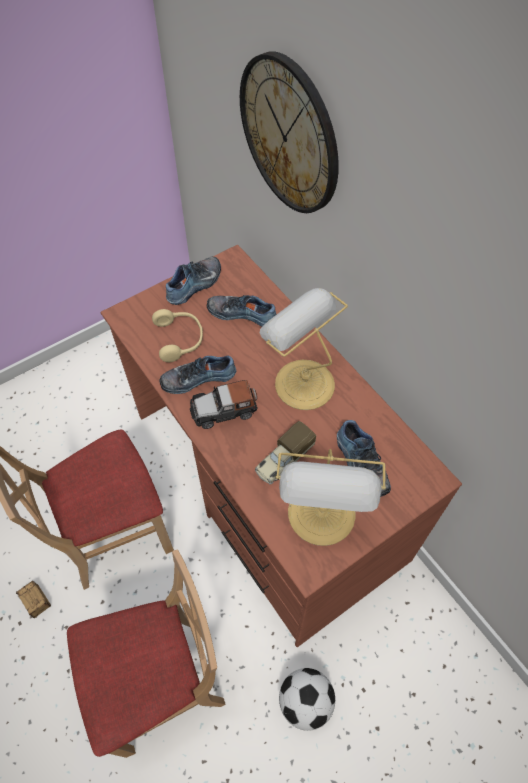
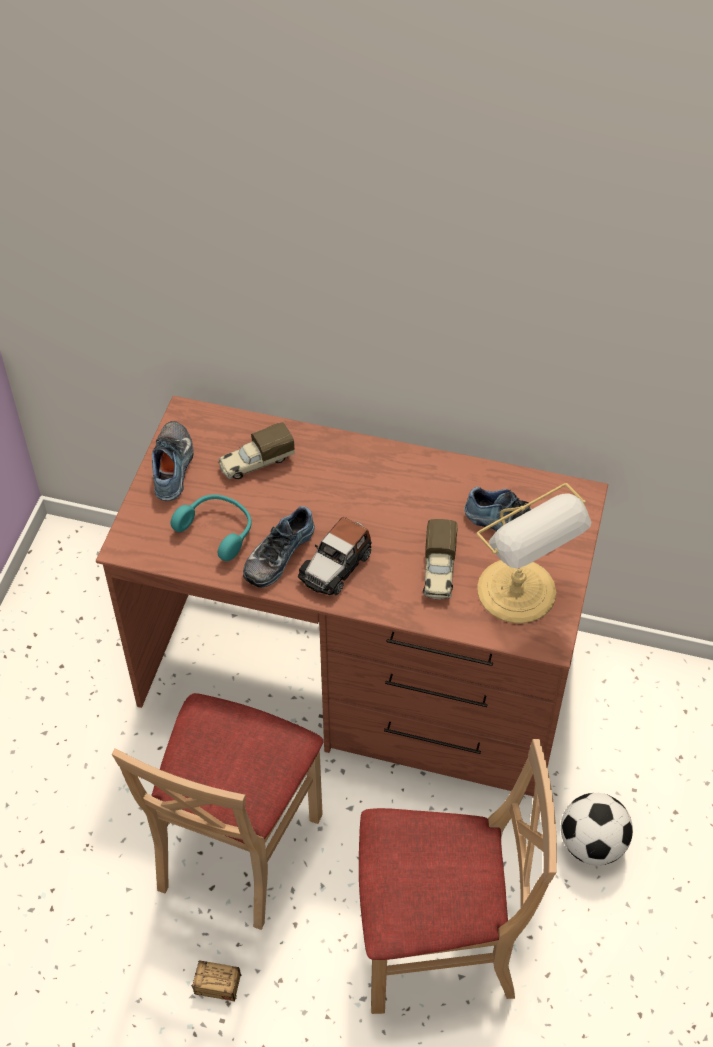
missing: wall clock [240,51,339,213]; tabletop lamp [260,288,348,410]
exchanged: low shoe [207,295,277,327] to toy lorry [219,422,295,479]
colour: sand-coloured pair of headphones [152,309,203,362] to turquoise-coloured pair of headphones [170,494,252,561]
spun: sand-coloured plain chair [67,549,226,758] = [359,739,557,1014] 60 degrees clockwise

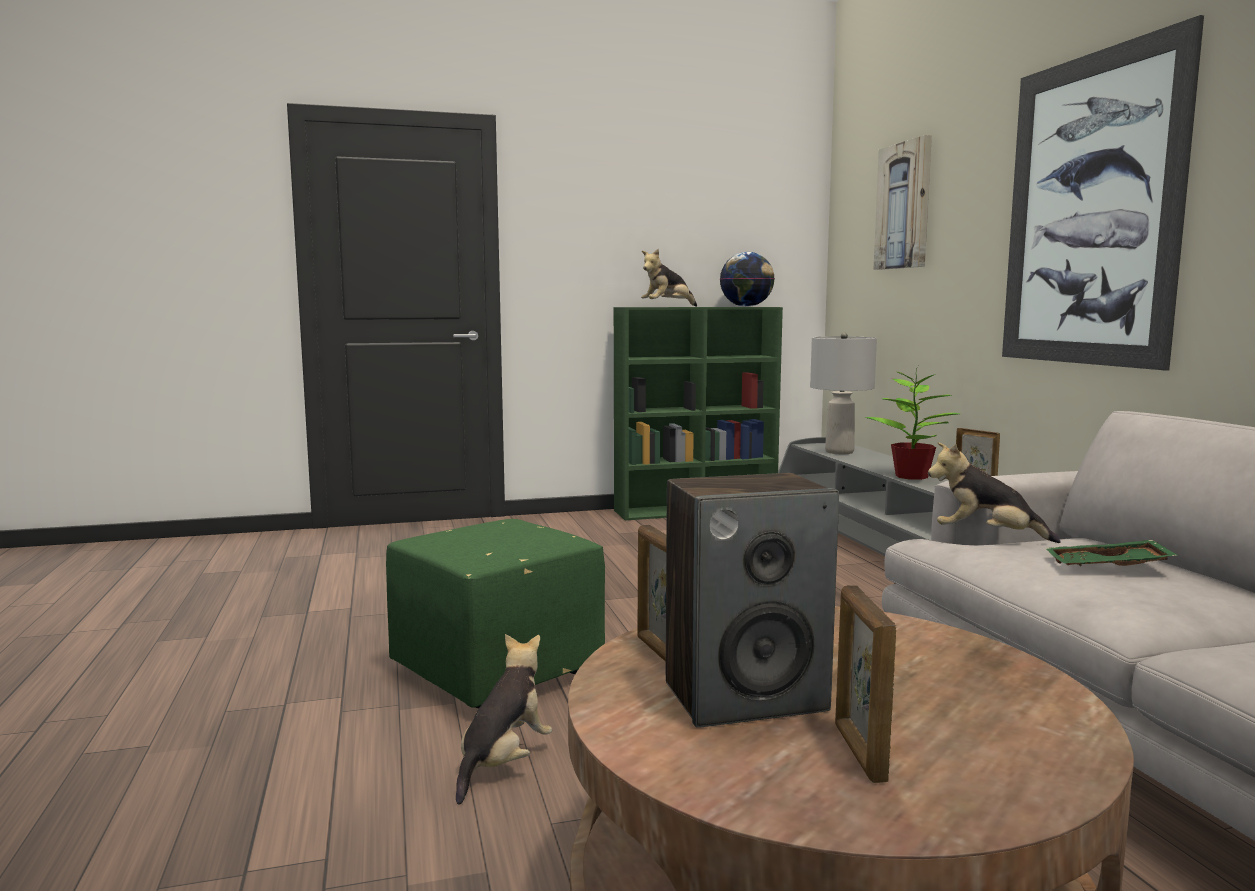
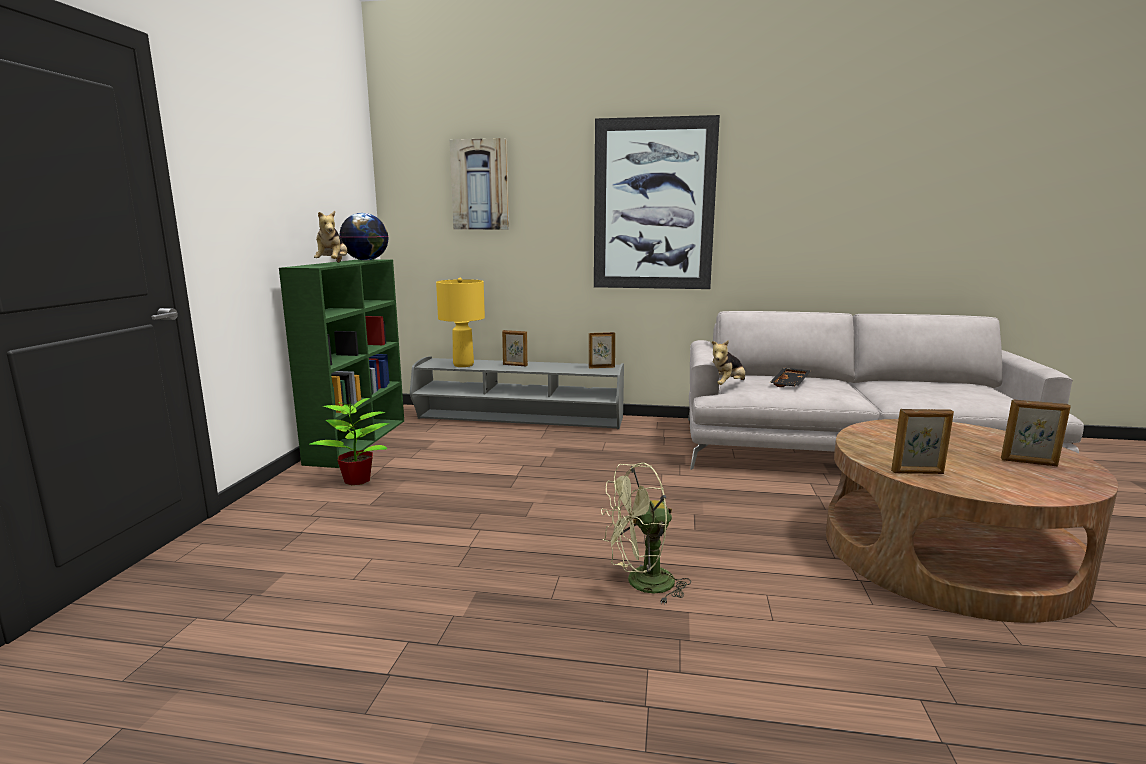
missing: plush toy [456,634,552,805]; speaker [666,473,839,728]
appeared: photo frame [502,330,528,366]
relocated: houseplant [865,366,960,480] to [309,395,389,485]
exchanged: greenish footrest [386,519,605,708] to greenish cooling fan [601,463,691,605]
colour: greyish tabletop lamp [810,333,877,454] to yellow tabletop lamp [436,278,485,367]; greenish serving tray [1045,540,1179,566] to blackish serving tray [769,368,810,387]

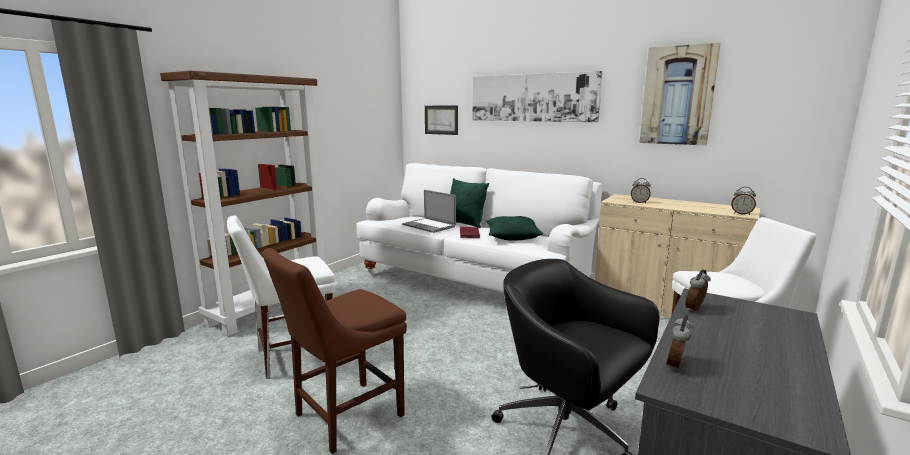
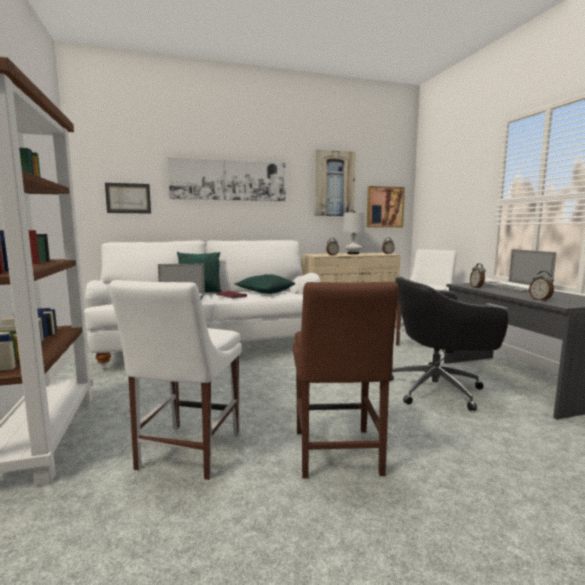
appeared: whitish tabletop lamp [342,211,366,254]; picture [367,186,405,227]; notebook computer [483,249,556,292]

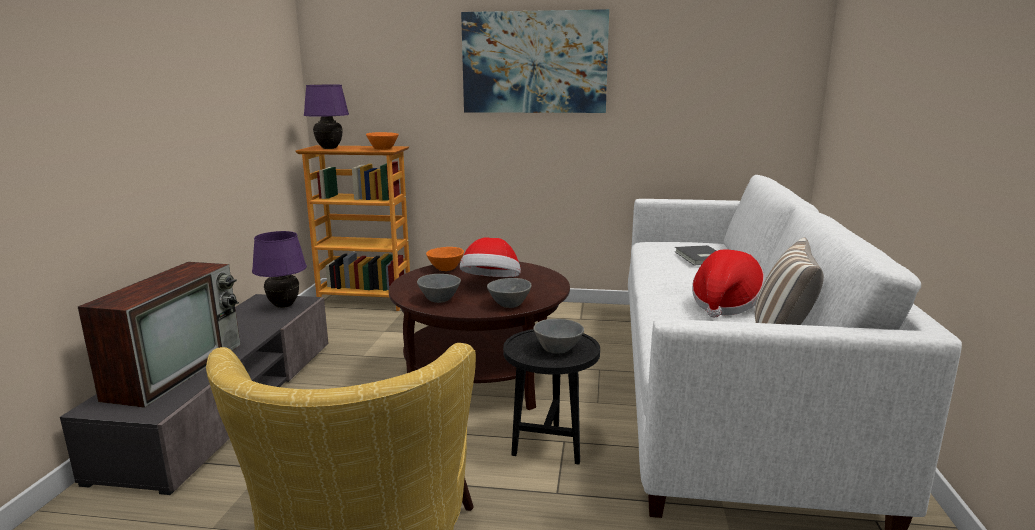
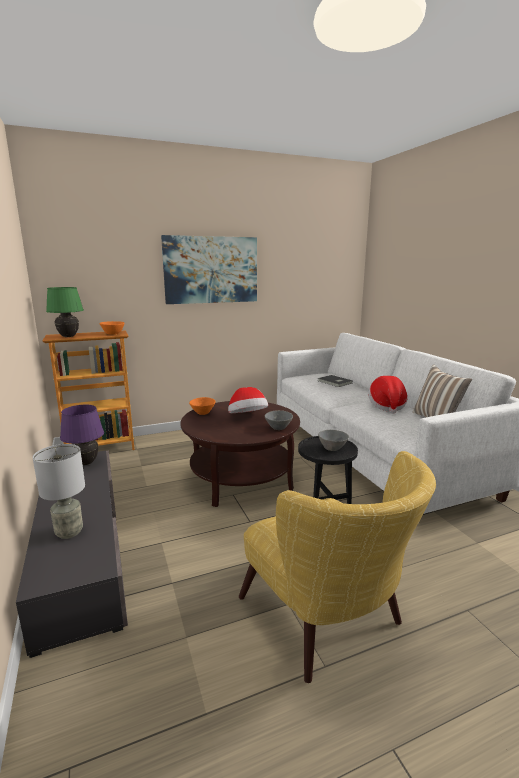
missing: greyish bowl [417,274,461,303]
exchanged: TV [78,262,240,408] to greyish tabletop lamp [33,444,85,539]
colour: purple tabletop lamp [304,85,349,149] to greenish tabletop lamp [46,287,84,337]

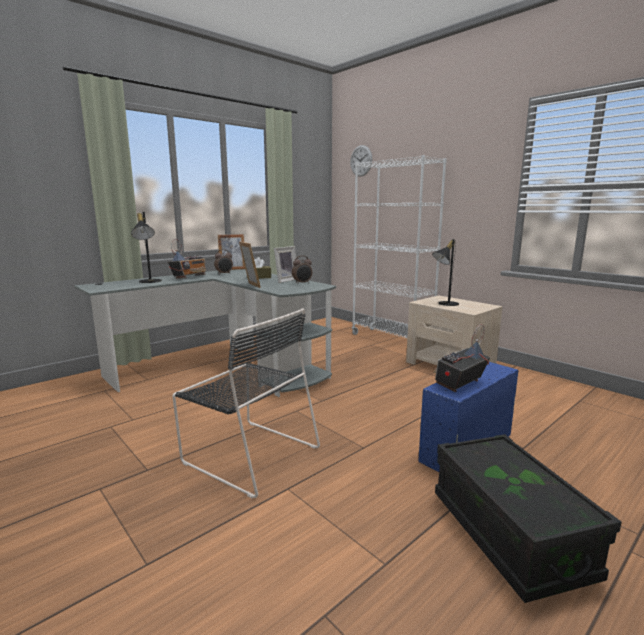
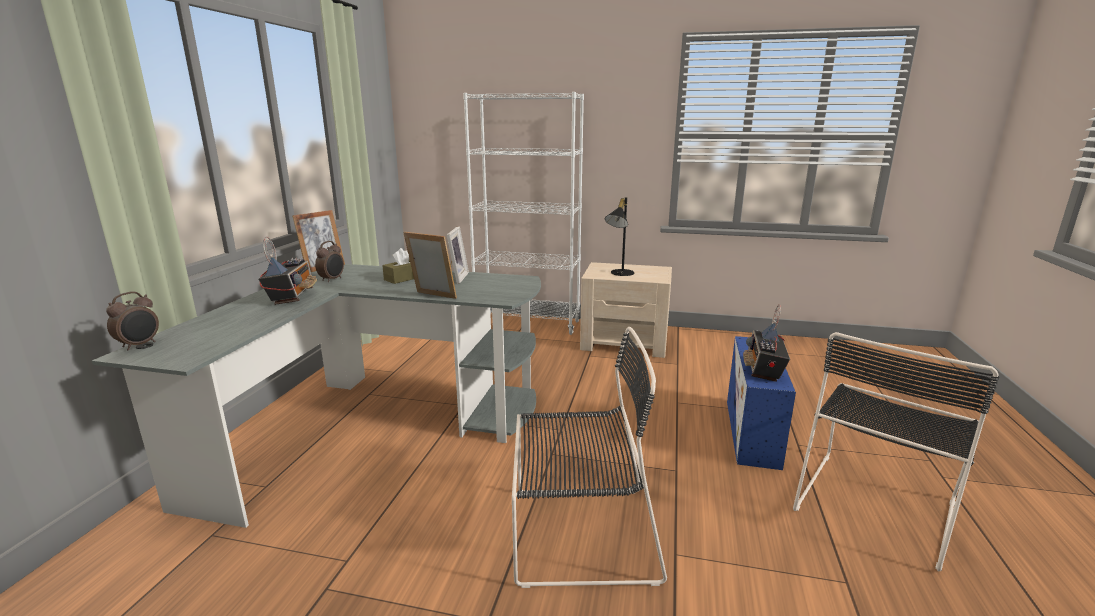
missing: blackish tabletop lamp [131,212,162,283]; wall clock [350,145,372,177]
relocated: table clock [292,255,312,284] to [106,292,159,350]
exchanged: blackish storage container [435,434,622,603] to blackish plain chair [793,332,999,571]

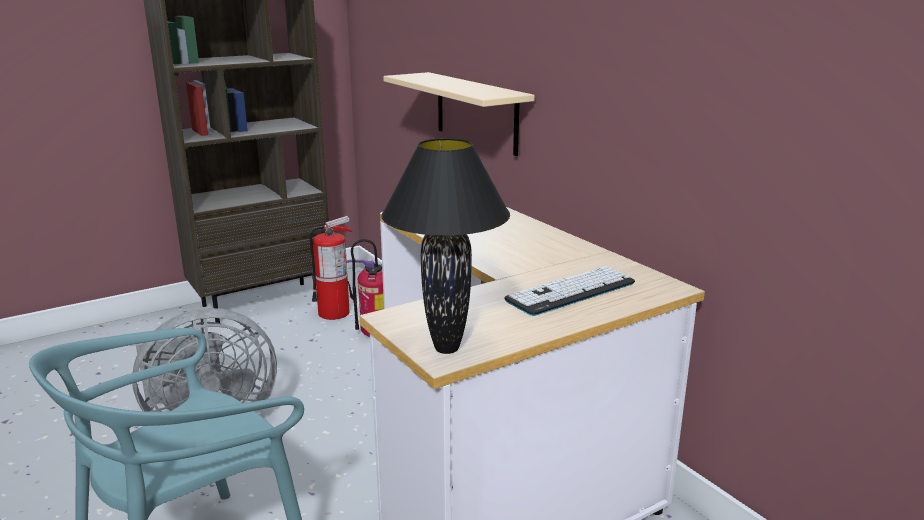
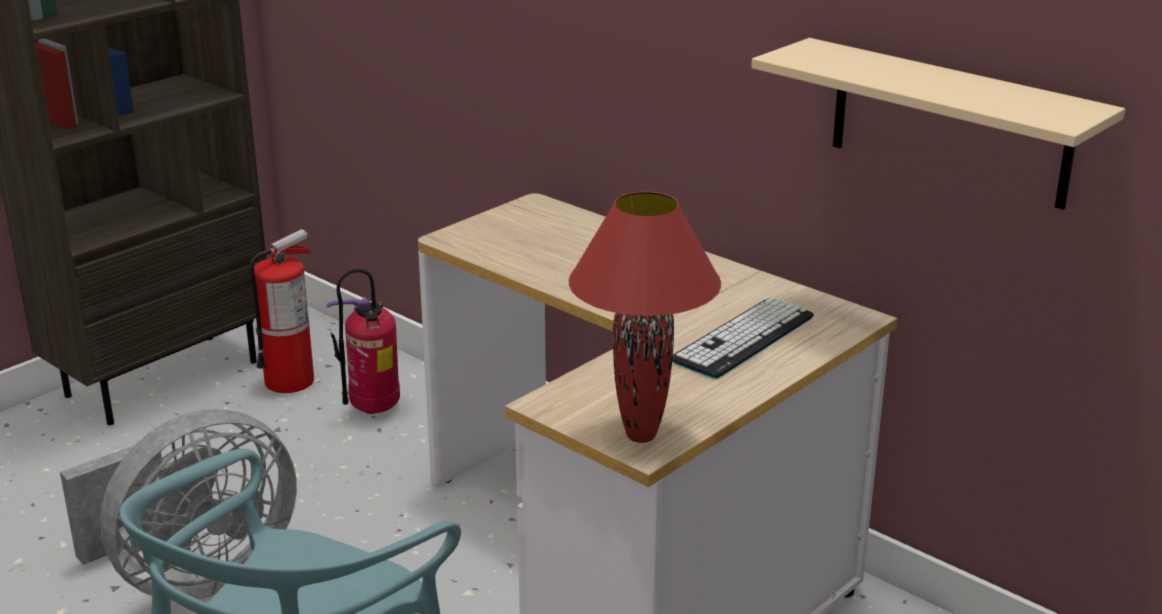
relocated: sand-coloured shelf [383,72,535,156] to [751,38,1125,210]
colour: blackish tabletop lamp [381,138,510,354] to red tabletop lamp [568,191,721,443]

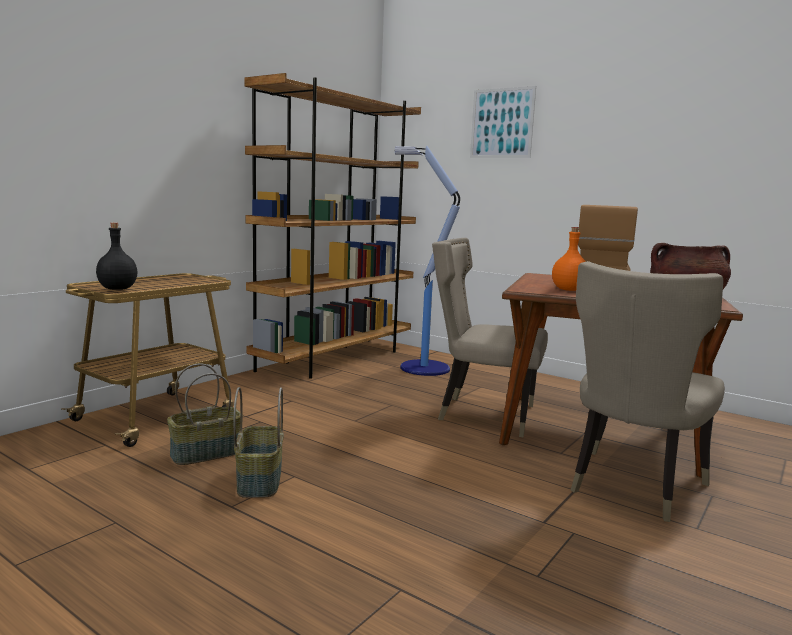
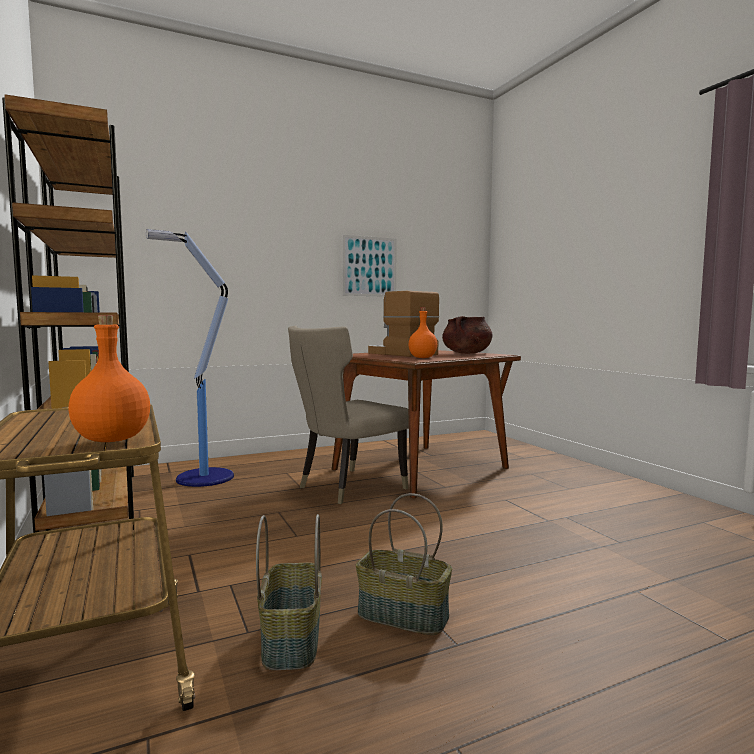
missing: sand-coloured plain chair [570,261,725,522]
relocated: picture [470,86,536,158] to [342,235,397,297]
colour: blackish beverage bottle [96,223,137,290] to orange-coloured beverage bottle [68,315,150,442]

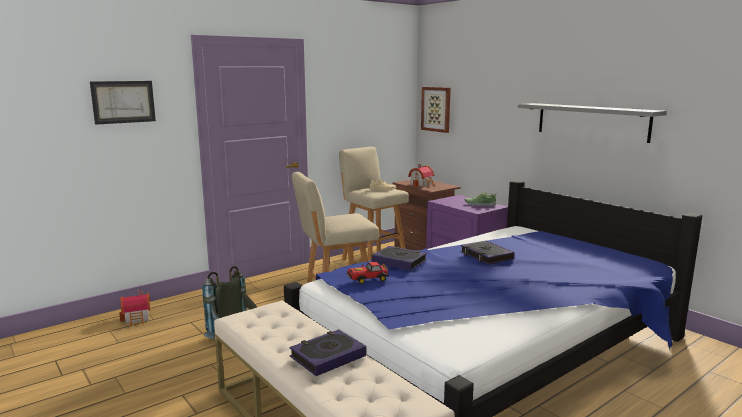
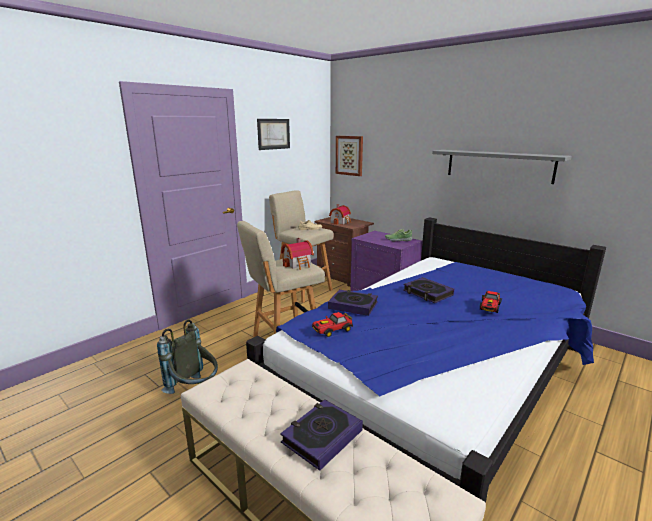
appeared: miniature car [480,291,502,313]
relocated: picture [90,81,156,125] to [257,119,290,150]; toy house [119,290,150,326] to [281,238,314,270]

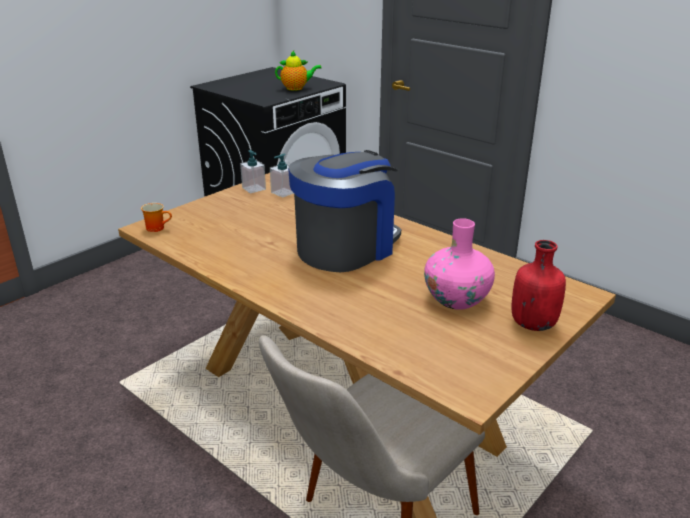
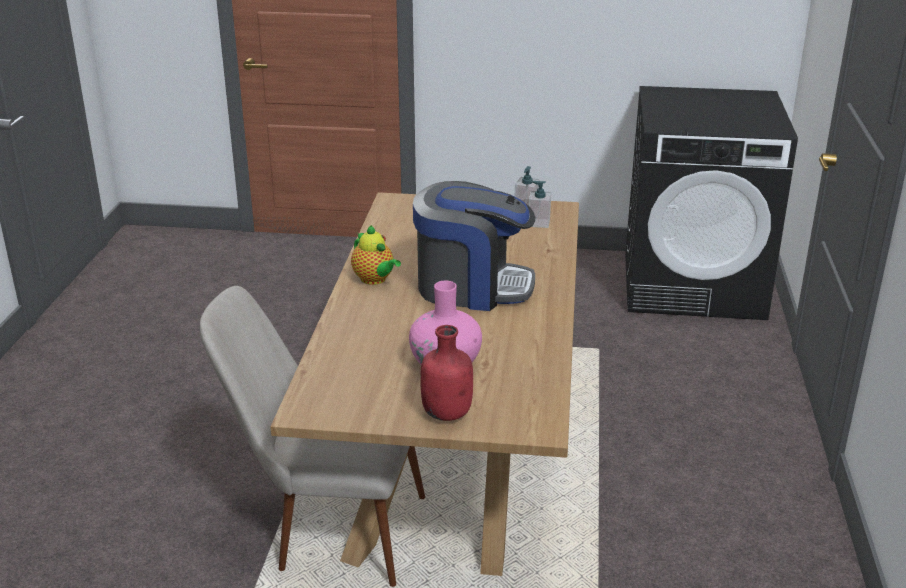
missing: tea mug [141,203,172,232]
relocated: teapot [275,51,322,91] to [351,225,401,285]

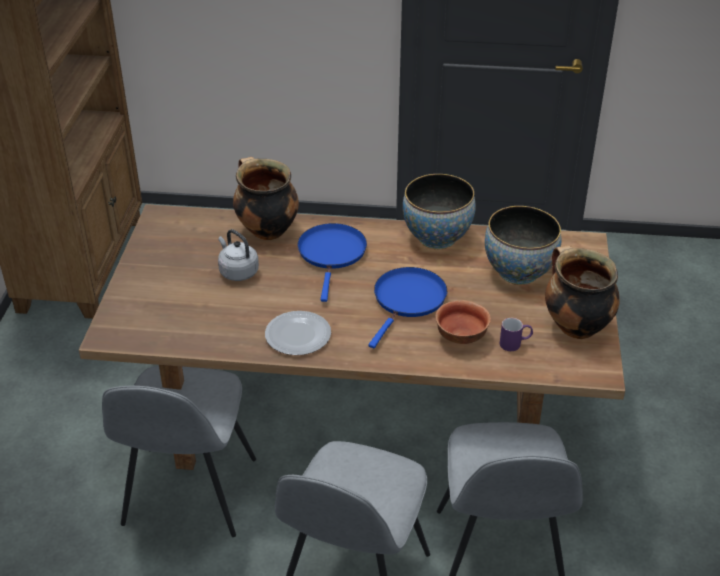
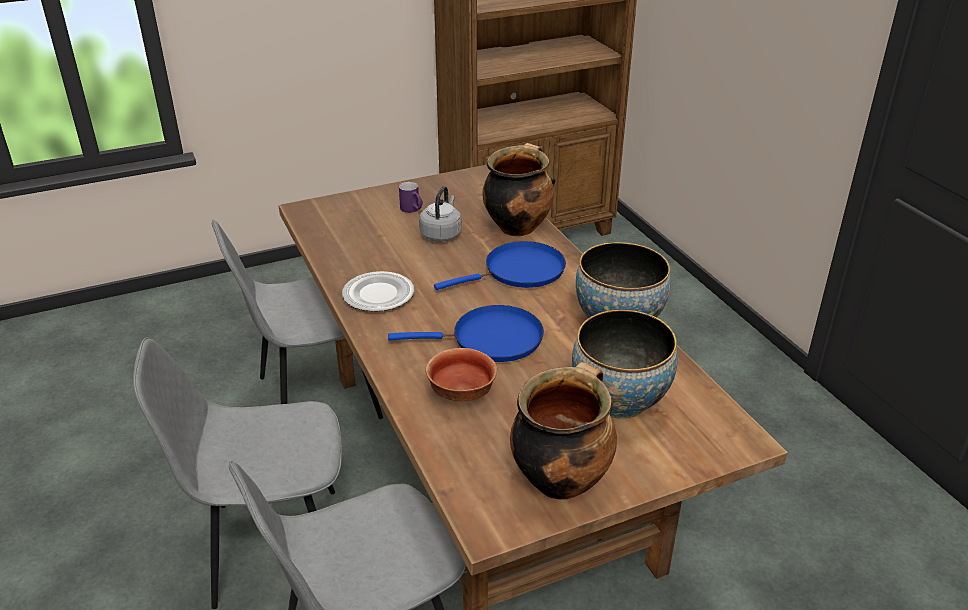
relocated: purple tea mug [500,318,533,351] to [399,182,423,213]

